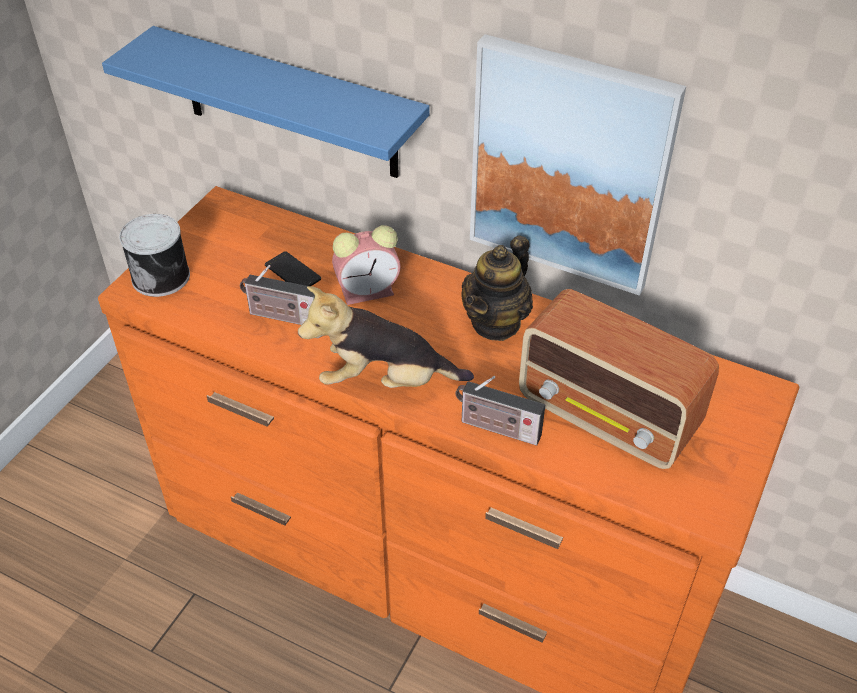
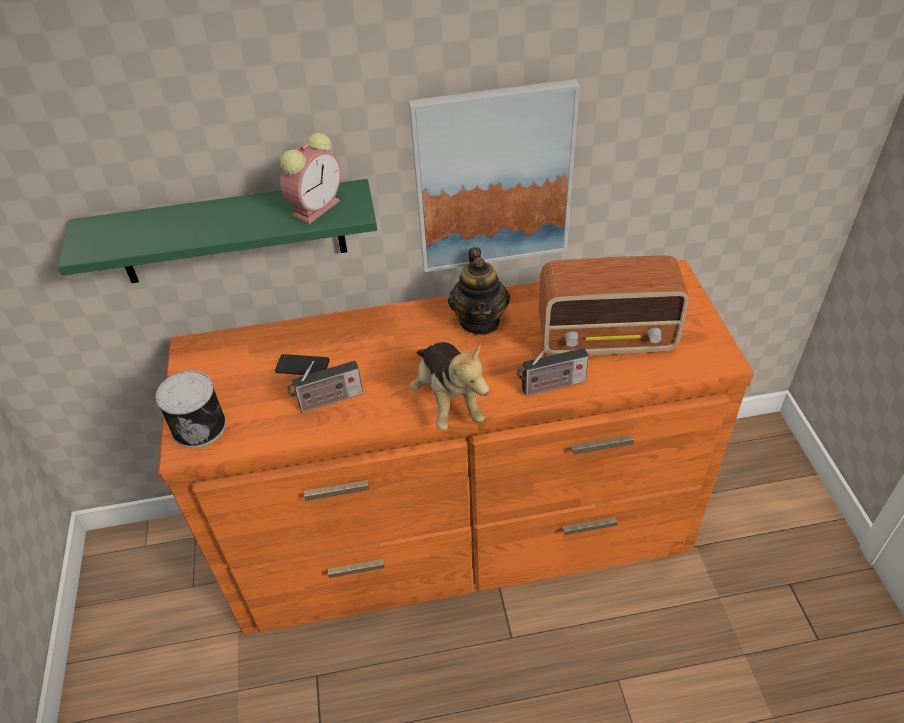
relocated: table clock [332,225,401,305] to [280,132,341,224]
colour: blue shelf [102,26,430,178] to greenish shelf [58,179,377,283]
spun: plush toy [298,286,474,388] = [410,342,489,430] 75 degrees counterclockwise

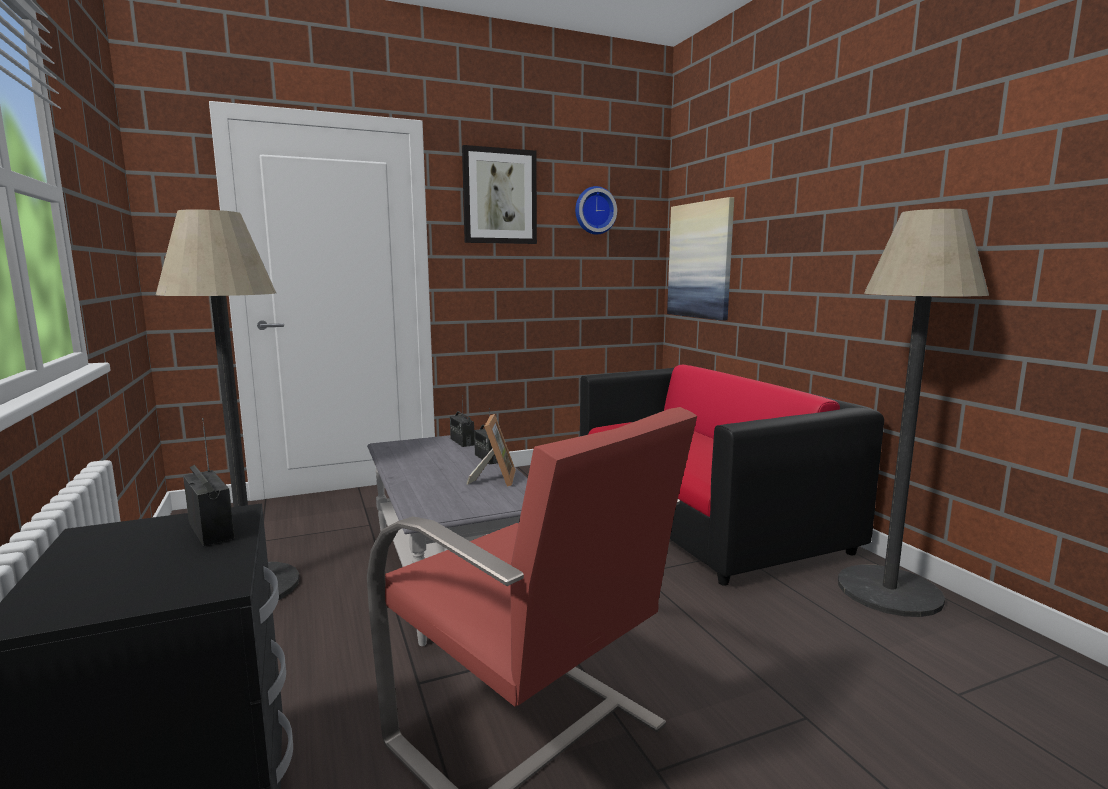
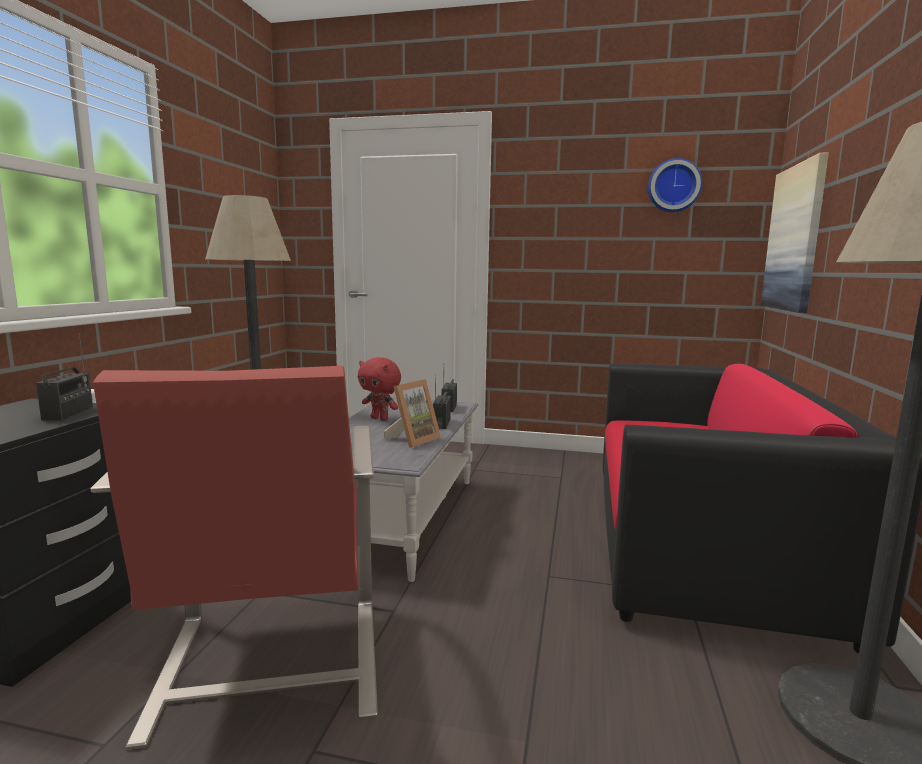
missing: picture [462,145,537,244]
appeared: red plush toy [358,357,401,421]

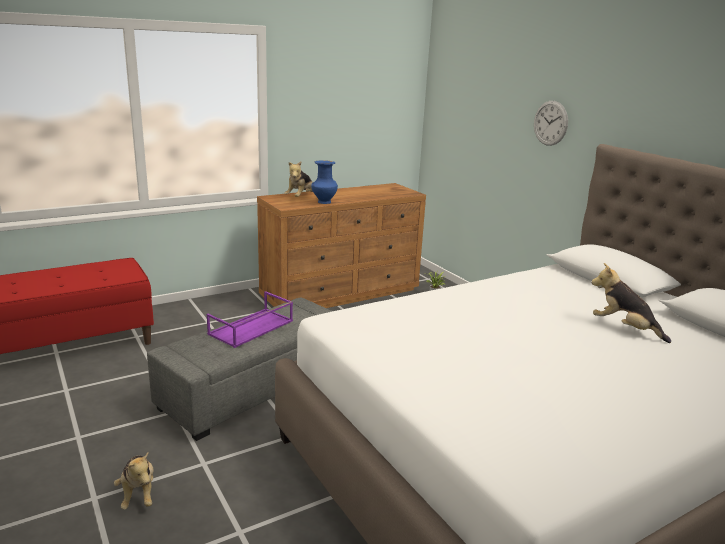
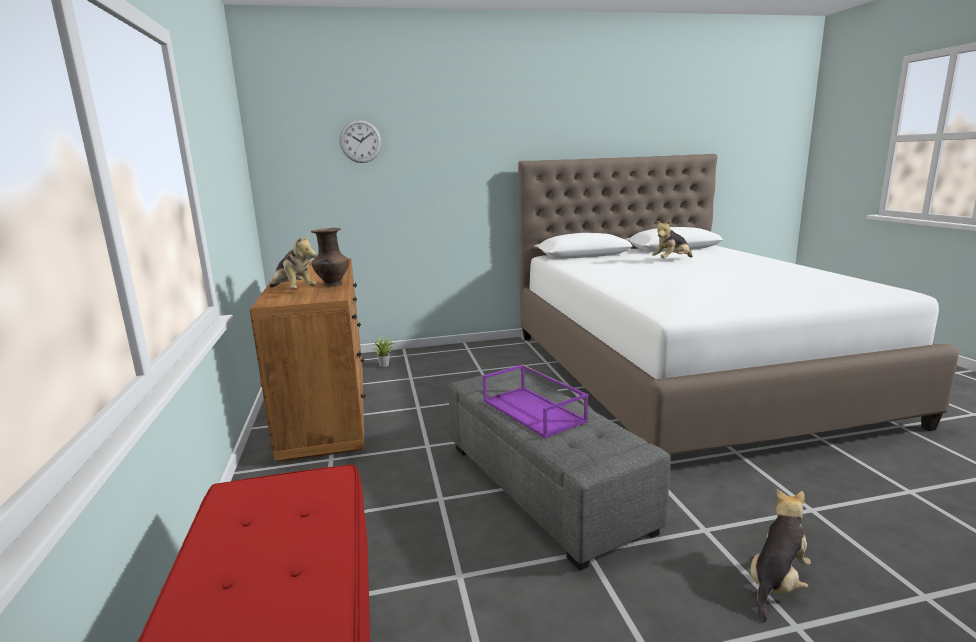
relocated: wall clock [534,101,568,146] to [339,119,382,163]
colour: blue decorative vase [311,160,338,204] to brown-coloured decorative vase [311,228,349,287]
spun: plush toy [114,452,154,510] = [750,489,811,622] 45 degrees counterclockwise

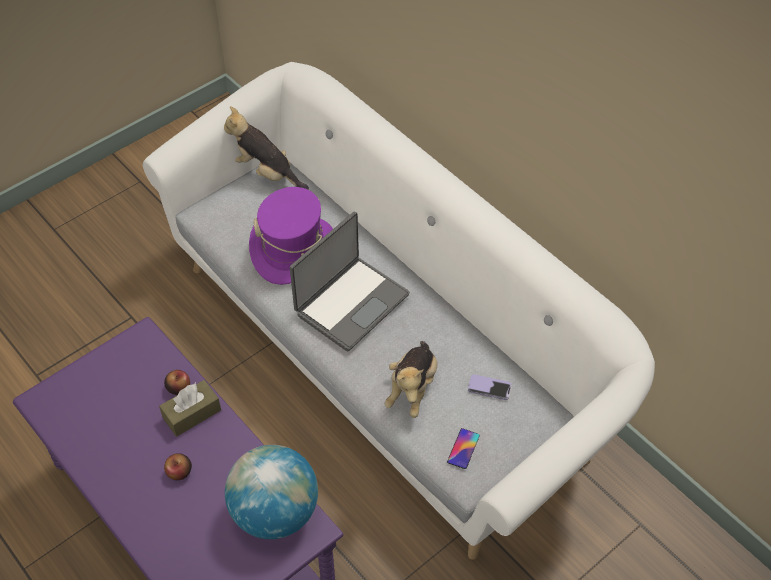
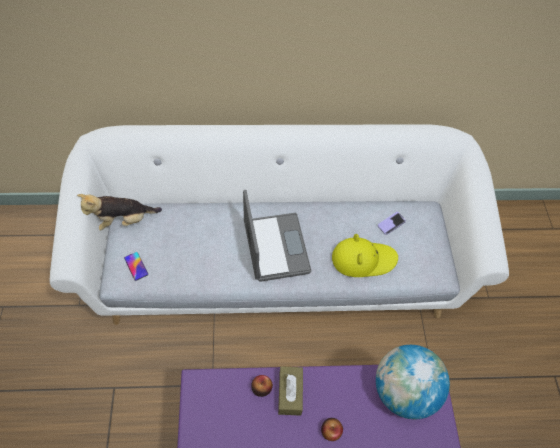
missing: purple wearable hat [249,187,333,285]
relocated: handset [447,428,480,469] to [124,252,148,281]
exchanged: plush toy [385,341,437,418] to yellow wearable hat [332,234,398,277]

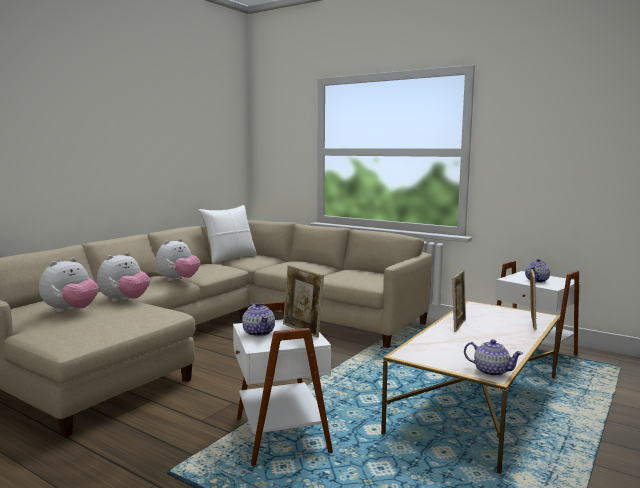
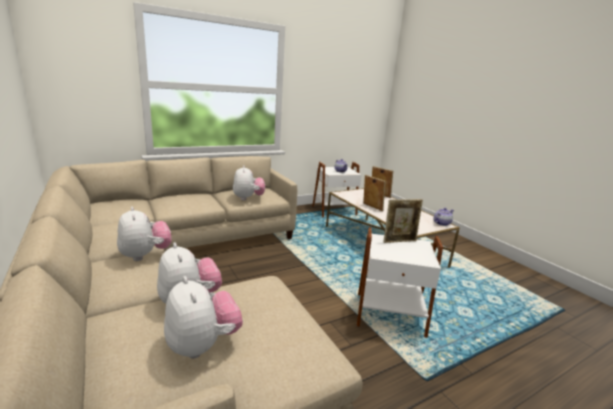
missing: whitish pillow [199,205,257,264]; teapot [242,302,275,337]
appeared: plush toy [233,165,265,201]

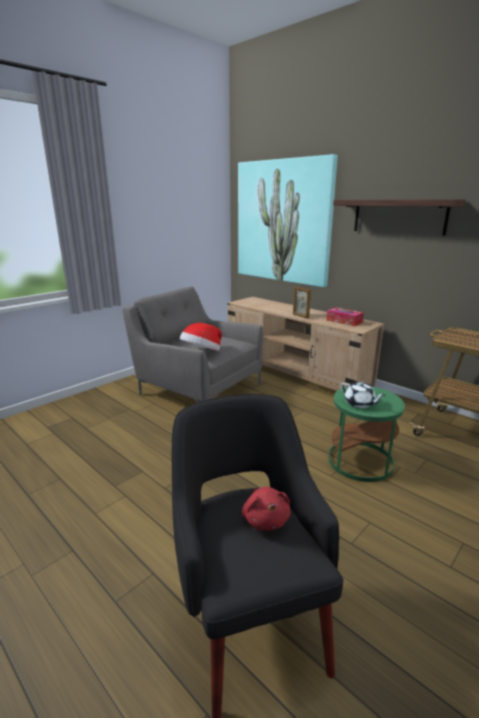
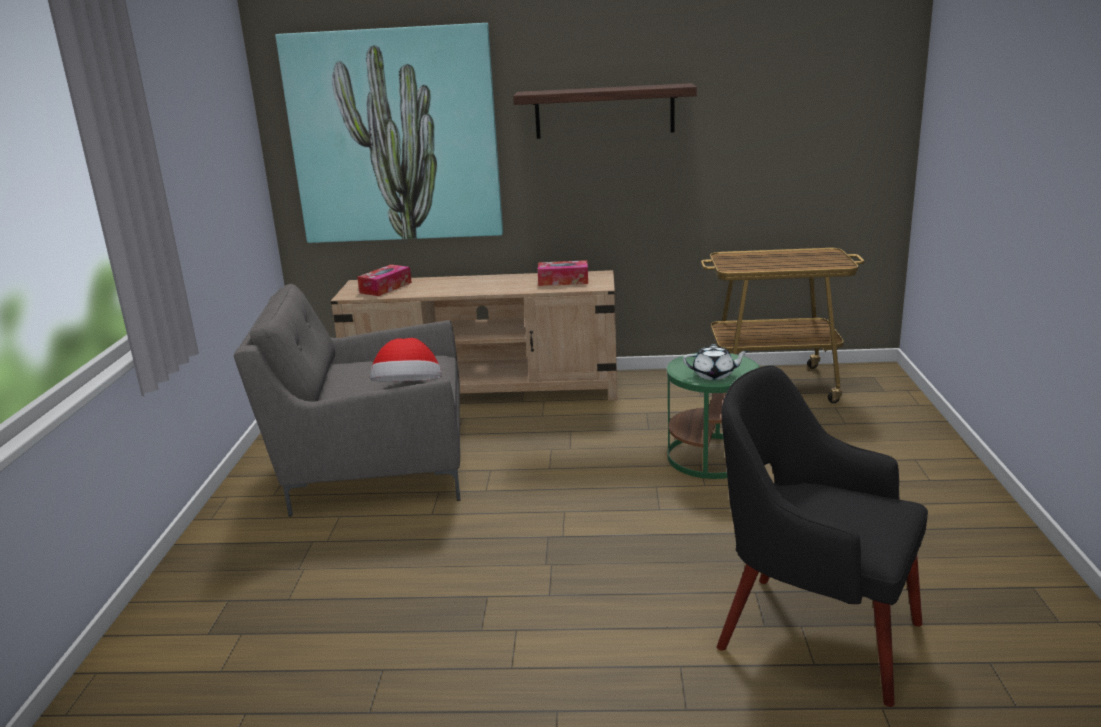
missing: red plush toy [242,487,291,530]; photo frame [293,286,311,319]
appeared: tissue holder [357,264,412,296]

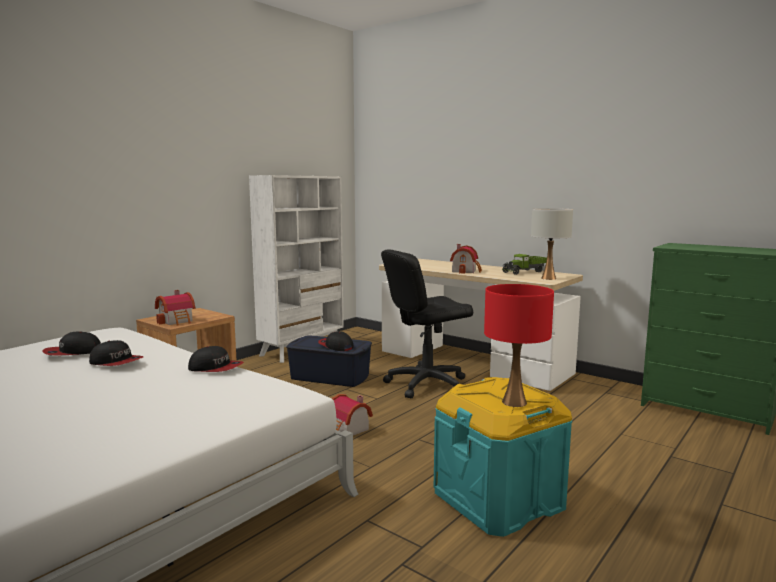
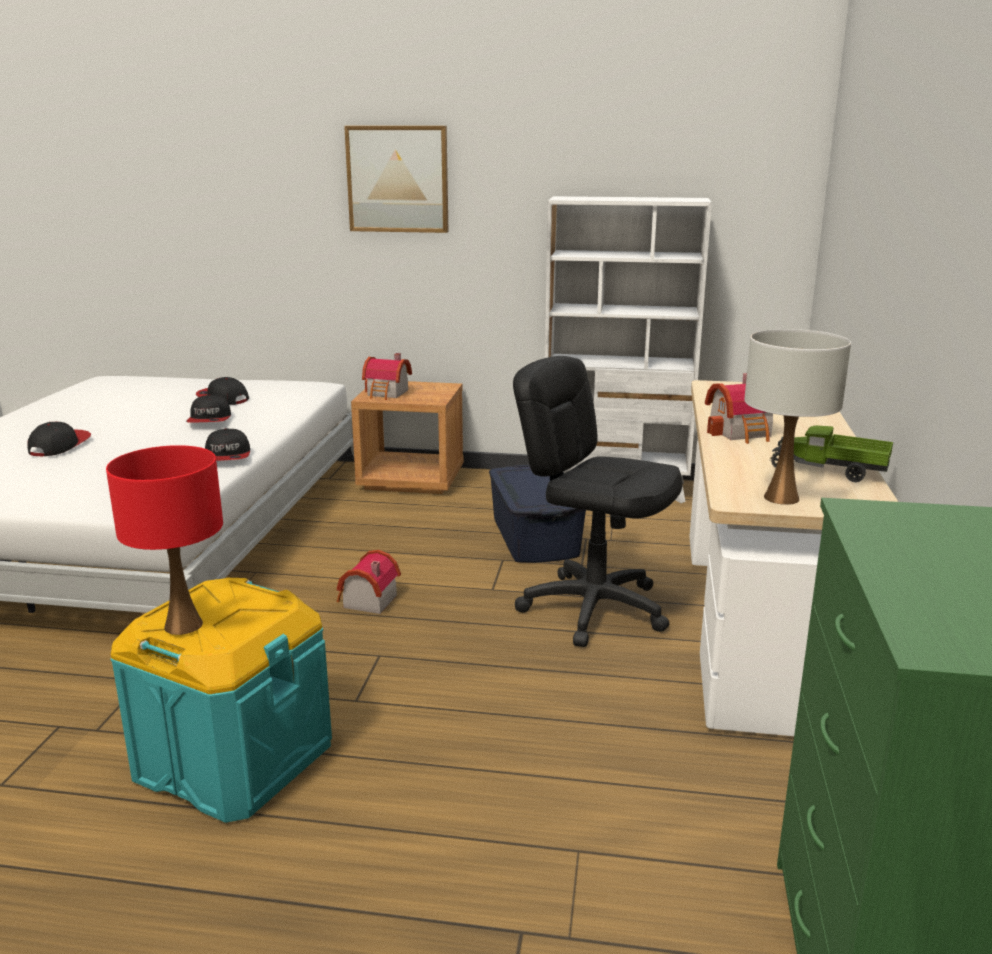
appeared: picture [344,126,448,233]
relocated: cap [318,331,354,351] to [27,422,91,456]

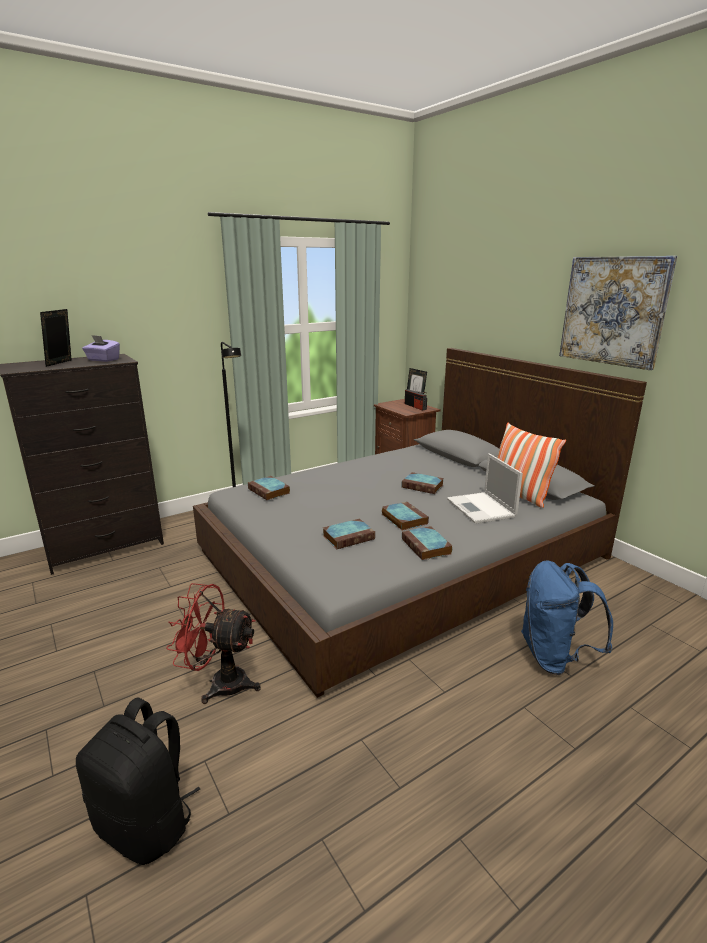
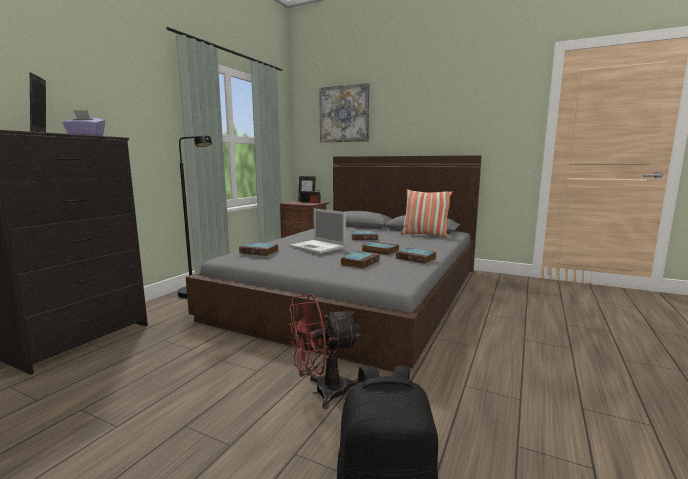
missing: blue backpack [521,561,613,675]
relocated: notebook computer [447,453,523,524] to [290,209,346,254]; picture [559,256,677,370] to [319,83,370,143]

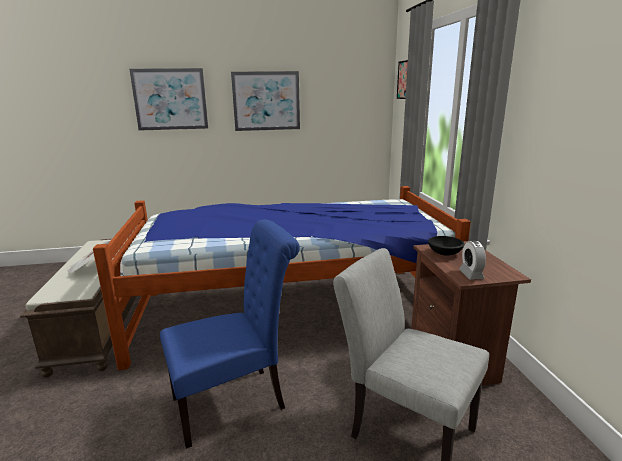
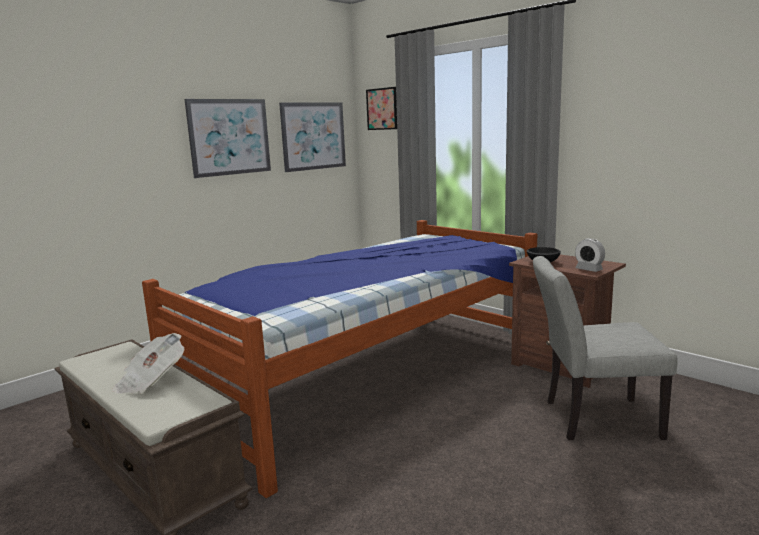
missing: blue plain chair [160,220,300,449]
relocated: picture [129,68,208,131] to [279,103,346,172]

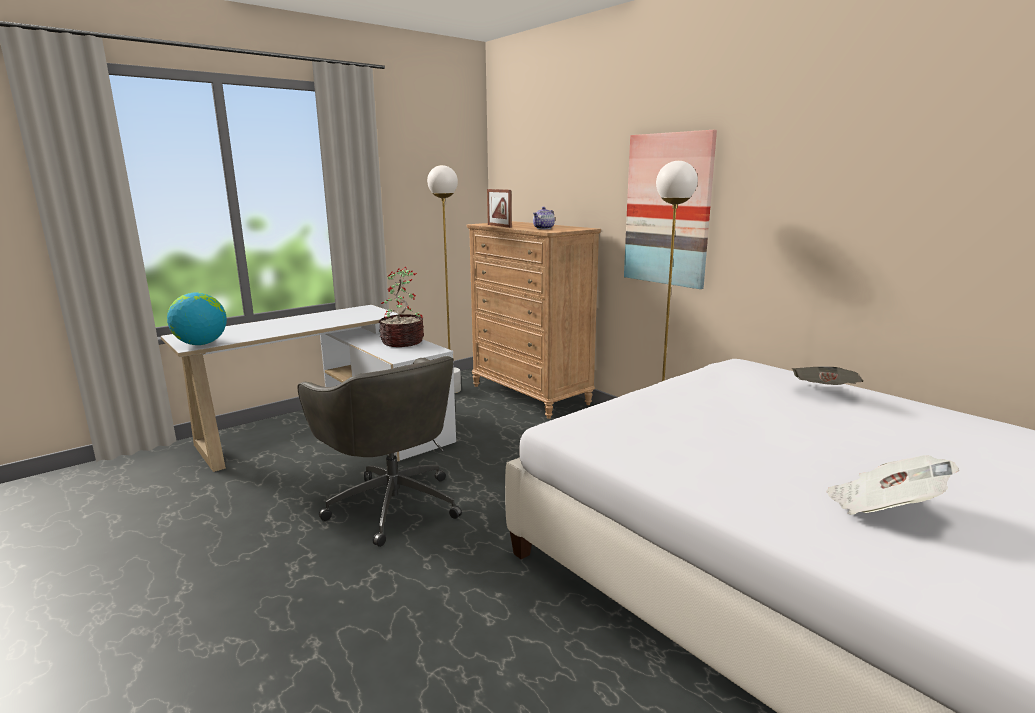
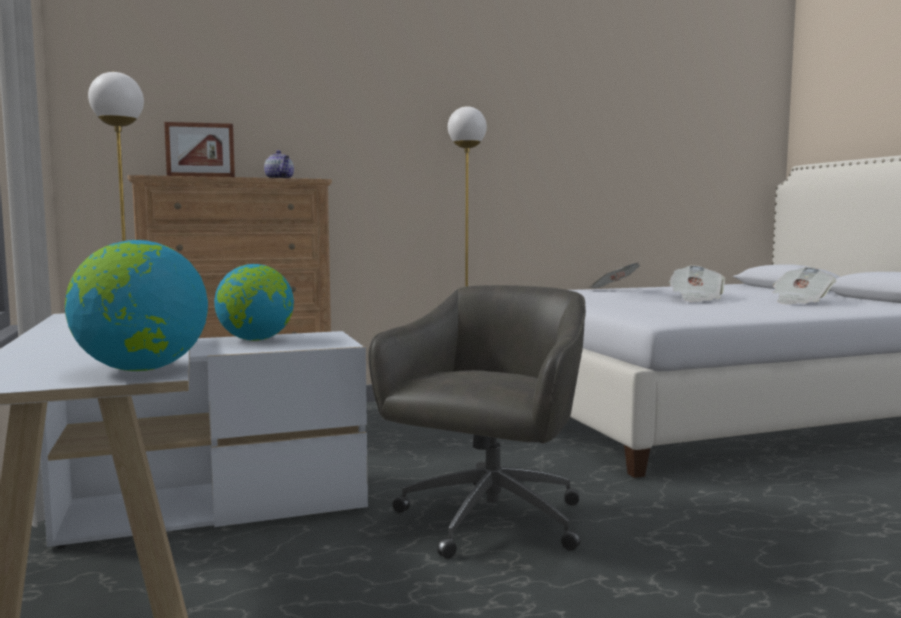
missing: picture [624,130,717,289]
appeared: newspaper [668,265,726,302]
exchanged: houseplant [379,267,424,347] to desk globe [214,264,294,341]
spun: greyish desk chair [297,356,462,547] = [368,285,586,559] 45 degrees counterclockwise

